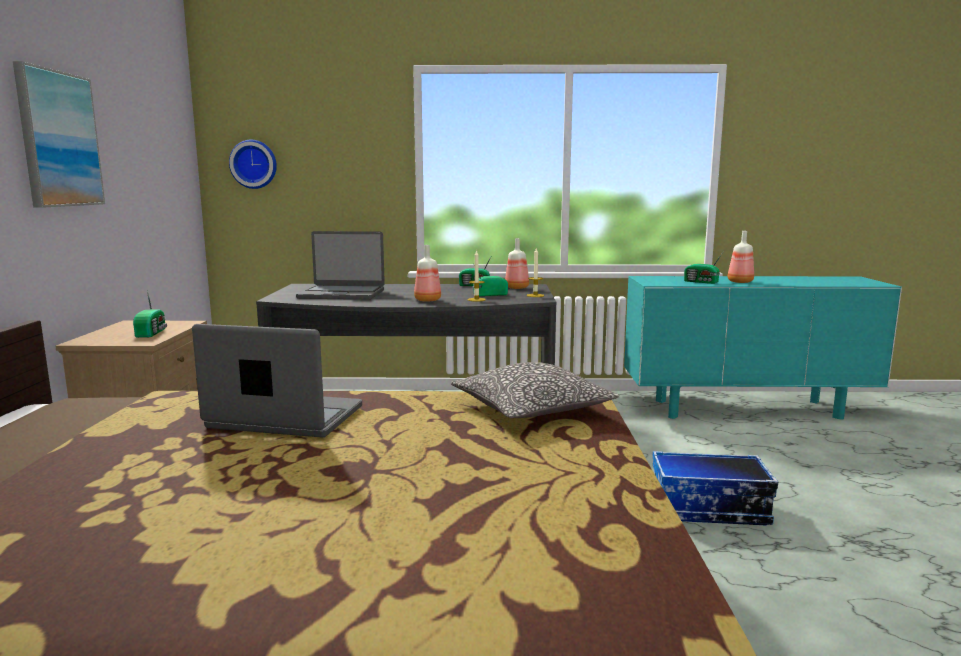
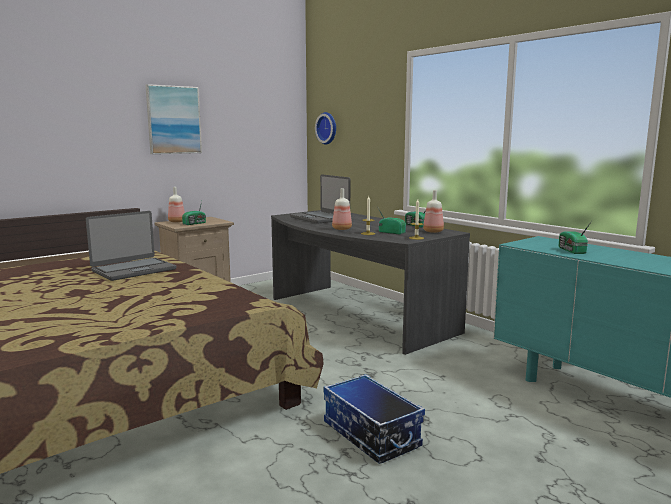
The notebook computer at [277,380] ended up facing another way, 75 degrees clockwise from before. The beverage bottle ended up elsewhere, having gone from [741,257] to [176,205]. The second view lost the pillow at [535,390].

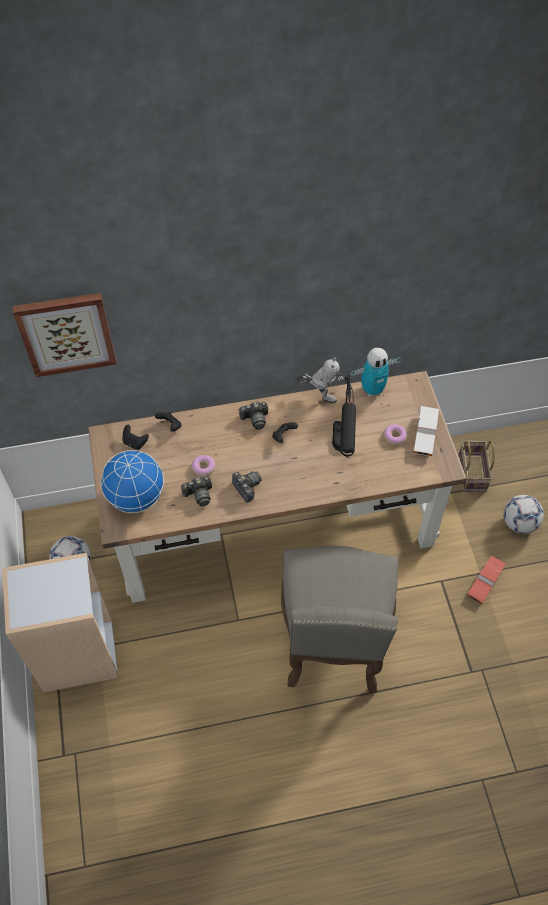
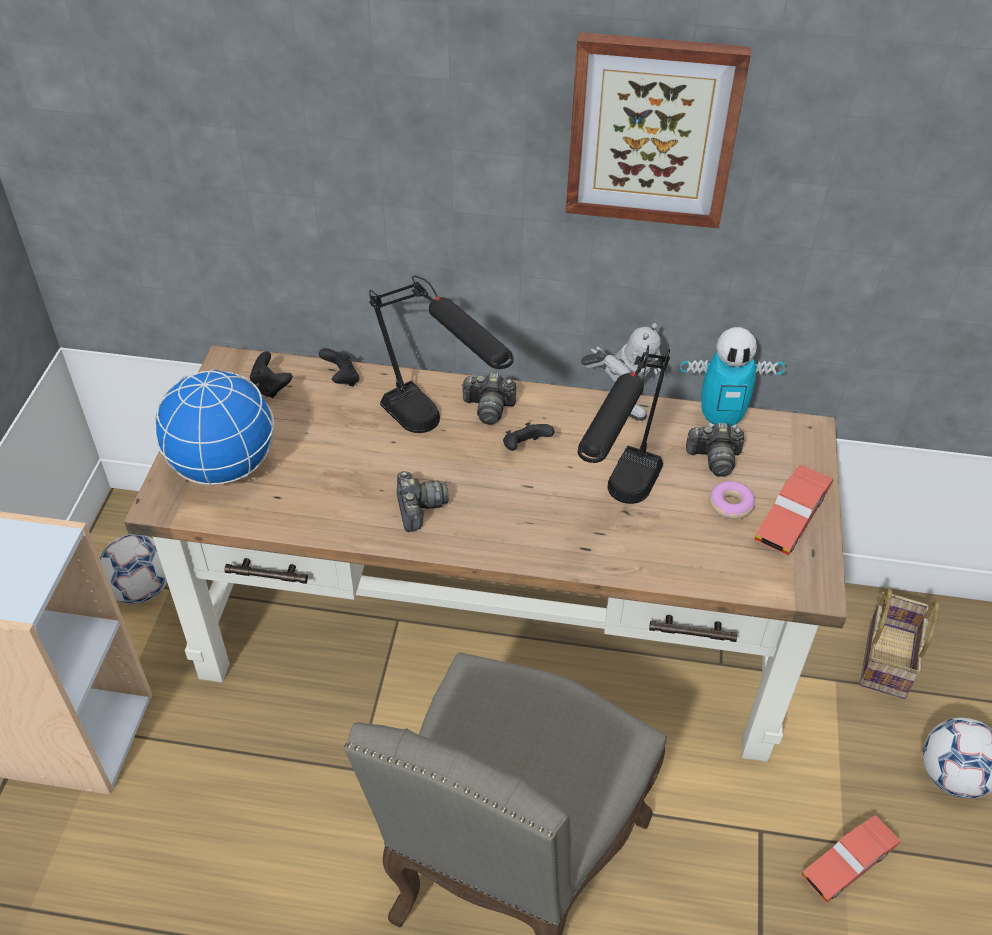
The second view gained the black tabletop lamp at [441,354]. The picture ended up elsewhere, having gone from [64,335] to [658,130]. The still camera ended up elsewhere, having gone from [196,491] to [715,450]. What was the white-coloured miniature car at [426,431] turned into the red-coloured miniature car at [793,510]. The second view lost the donut at [204,465].

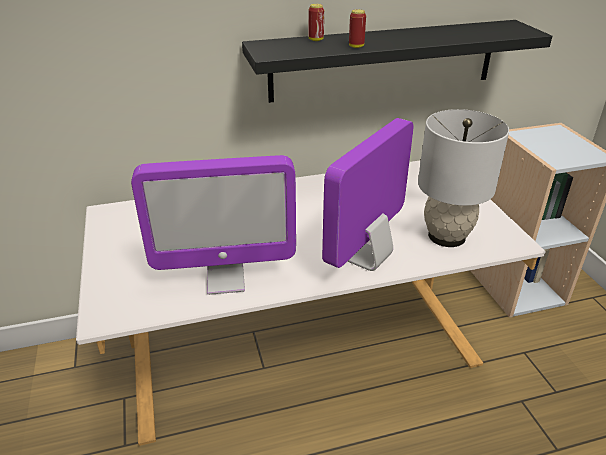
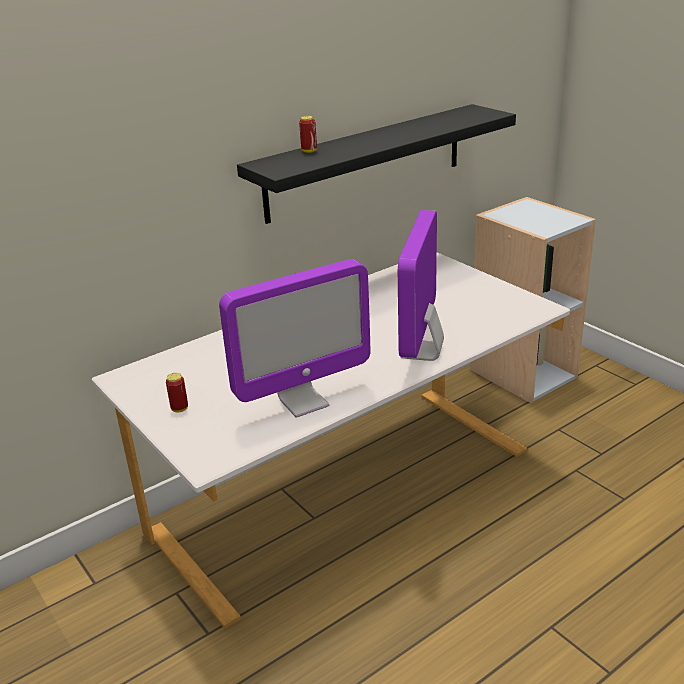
The sealed can ended up elsewhere, having gone from [357,28] to [177,393]. The second view lost the white-coloured tabletop lamp at [463,178].

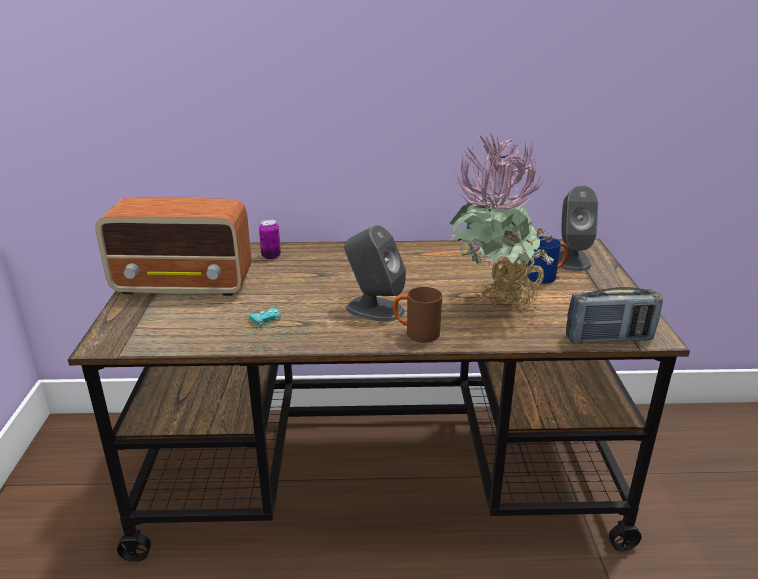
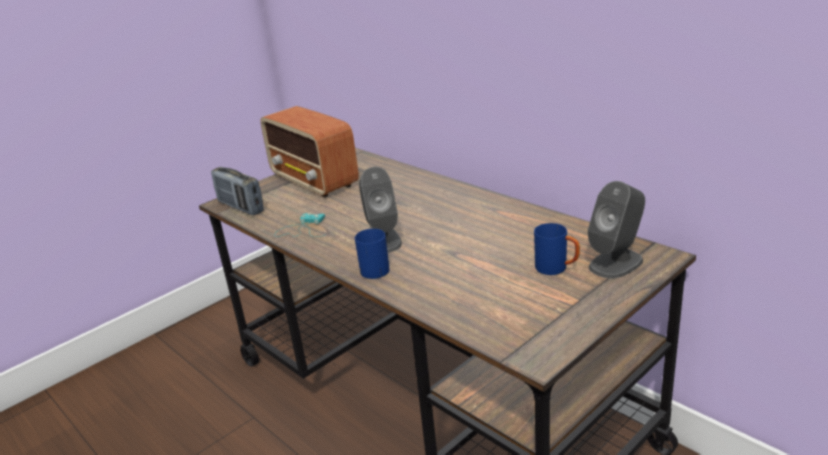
The radio ended up elsewhere, having gone from [614,315] to [237,191]. What was the brown-coloured mug at [418,315] turned into the blue mug at [372,254]. The second view lost the sealed can at [270,239]. The second view lost the potted plant at [502,223].

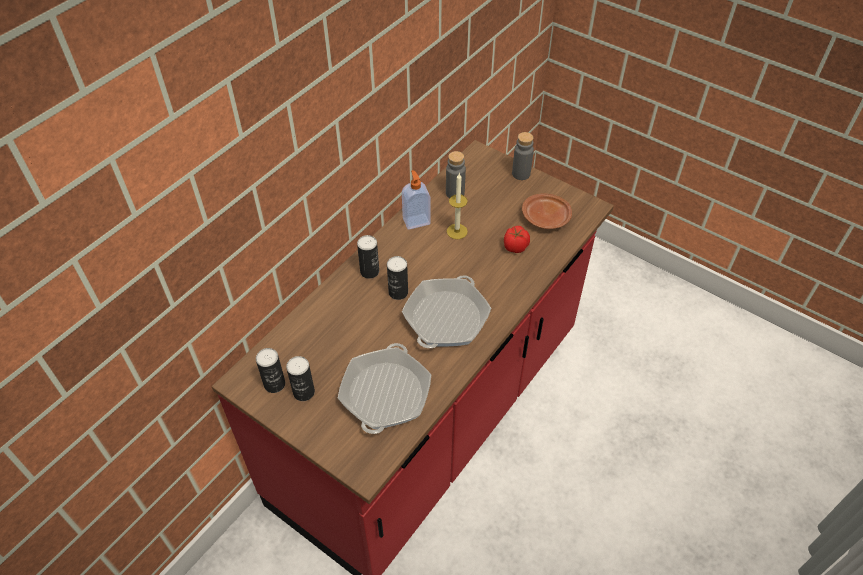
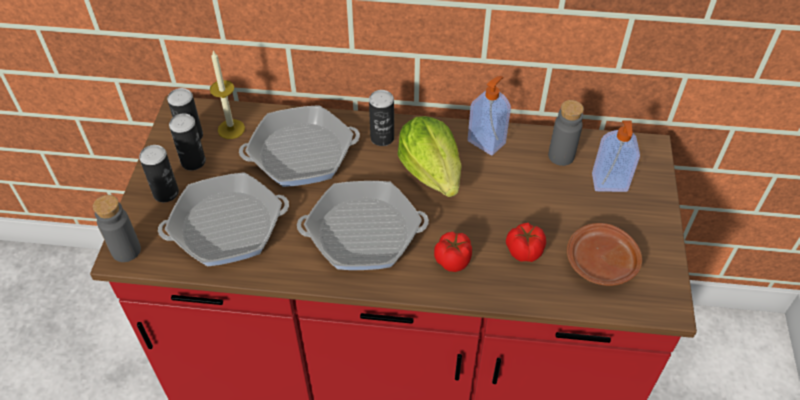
The grey beverage bottle ended up elsewhere, having gone from [523,156] to [117,228]. The sealed can ended up elsewhere, having gone from [397,278] to [159,173]. The wax light ended up elsewhere, having gone from [457,206] to [227,95]. The second view gained the skillet at [299,146]. The second view gained the lettuce head at [430,156]. The second view gained the tomato at [453,252]. The second view gained the liquid soap bottle at [616,156].

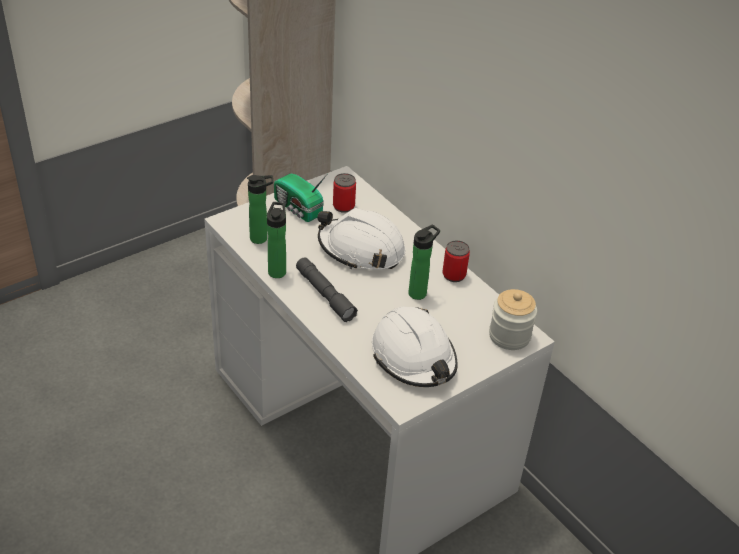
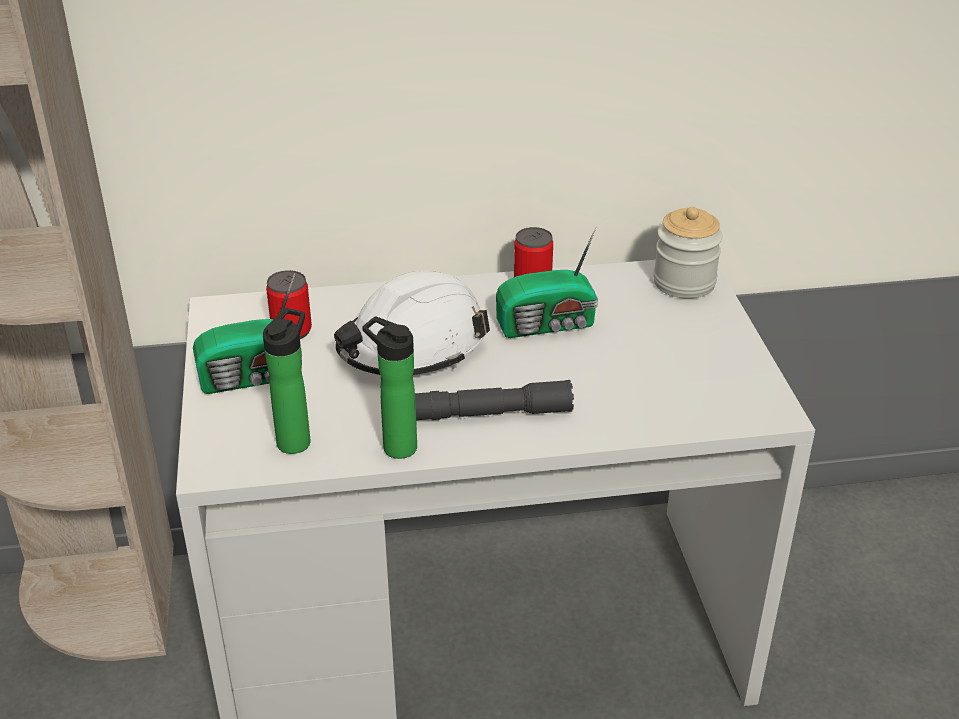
Where the beverage bottle stood at [424,262], the radio came to stand at [547,282]. The second view lost the white-coloured work helmet at [415,347].

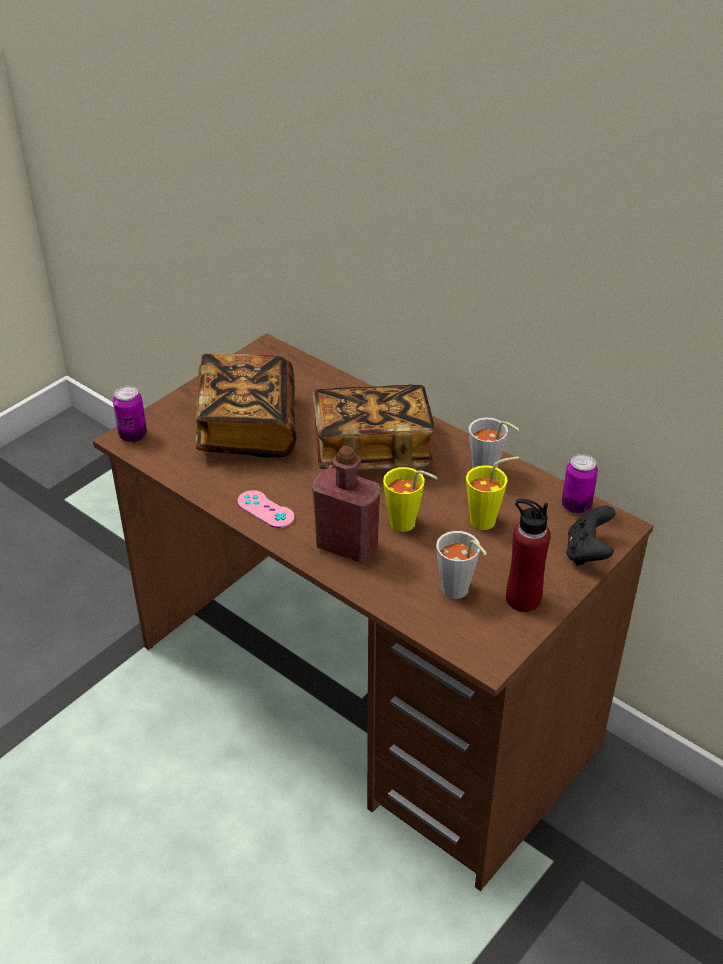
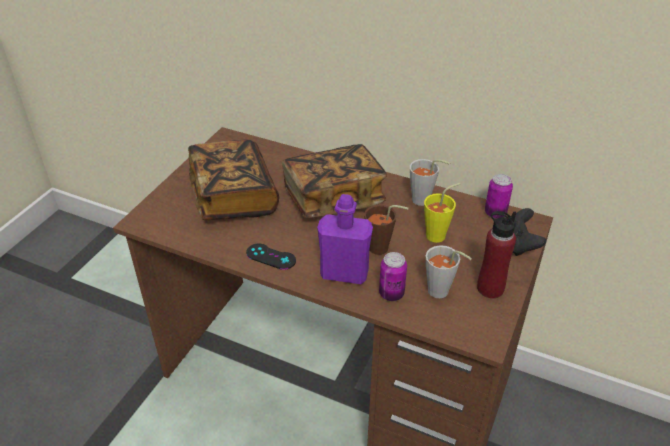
What was the pinkish gamepad at [266,509] turned into the black gamepad at [271,257]. What was the red-coloured beverage bottle at [346,504] turned into the purple-coloured beverage bottle at [345,239]. What was the yellowish small cup at [410,499] turned into the brown-coloured small cup at [386,230]. The sealed can ended up elsewhere, having gone from [130,414] to [393,276].

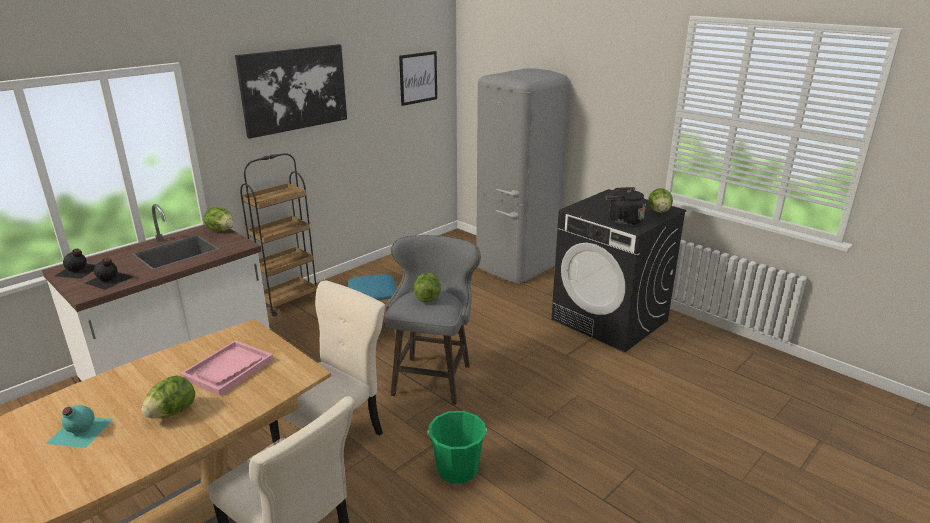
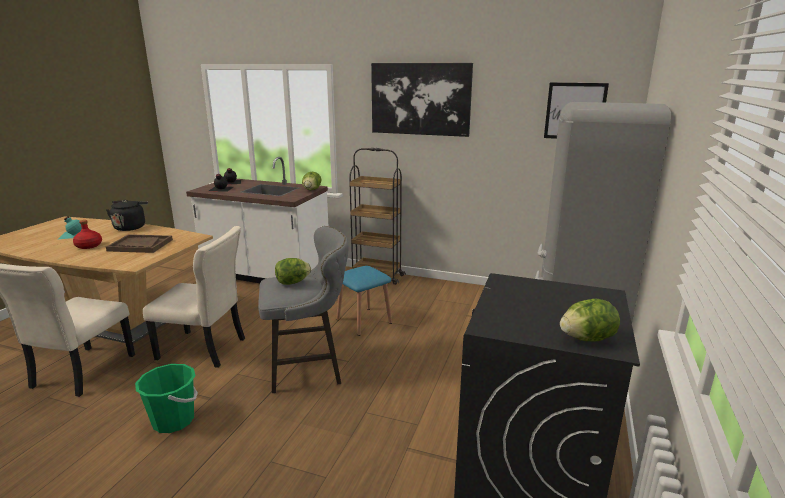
Where the lettuce head stood at [168,397], the red-coloured beverage bottle came to stand at [87,234]. The black kettle ended up elsewhere, having gone from [625,206] to [127,215]. What was the pinkish serving tray at [226,368] turned into the brown-coloured serving tray at [139,243].

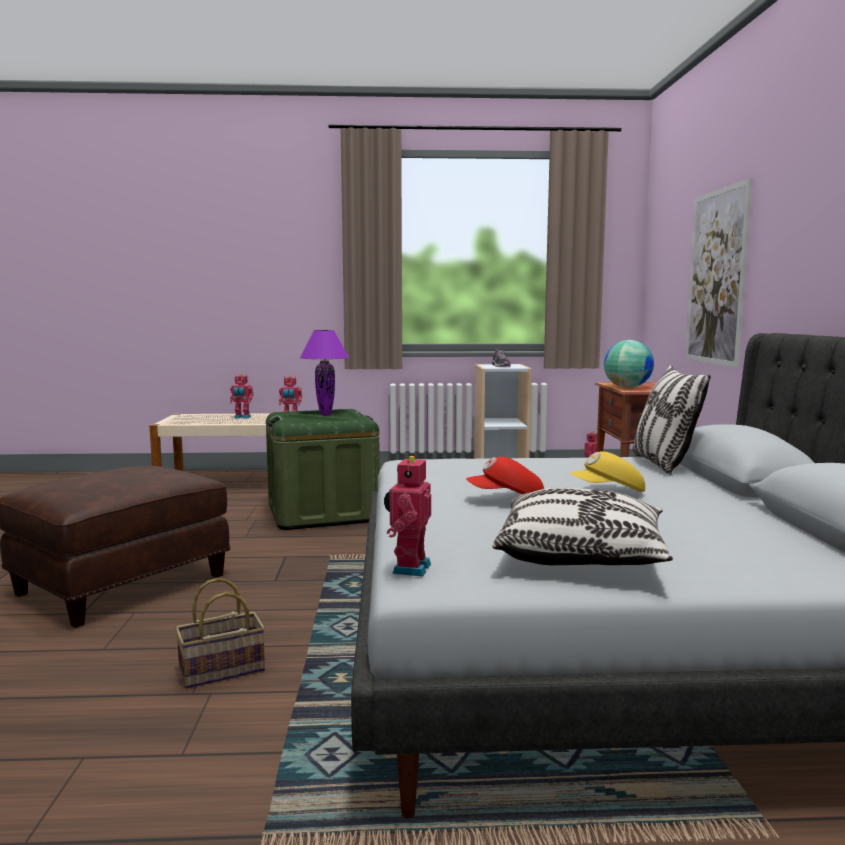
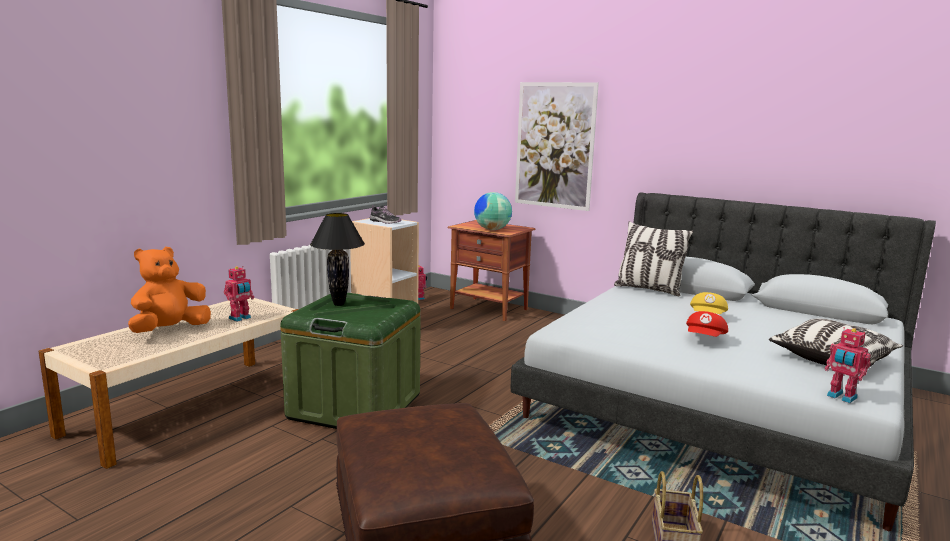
Where the robot figure stood at [241,396], the orange soft toy came to stand at [169,290]. What was the purple-coloured tabletop lamp at [324,372] turned into the black tabletop lamp at [337,259].

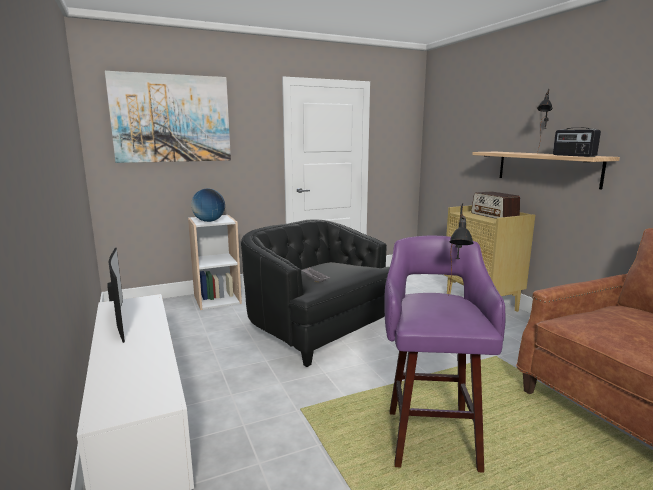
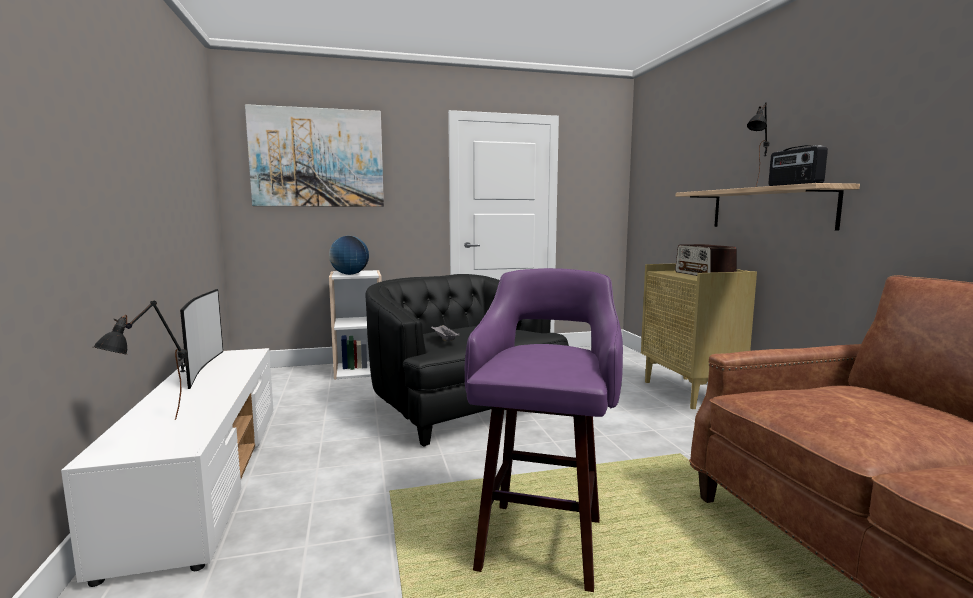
The black tabletop lamp ended up elsewhere, having gone from [460,249] to [141,359].

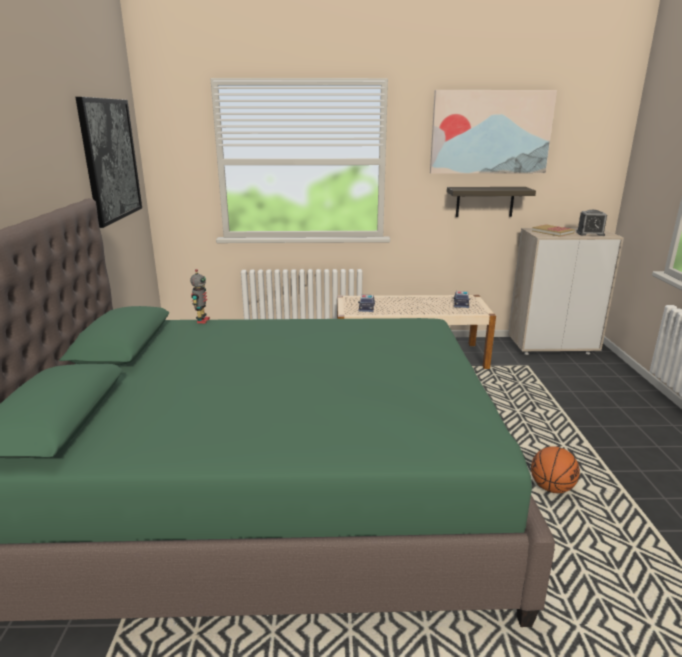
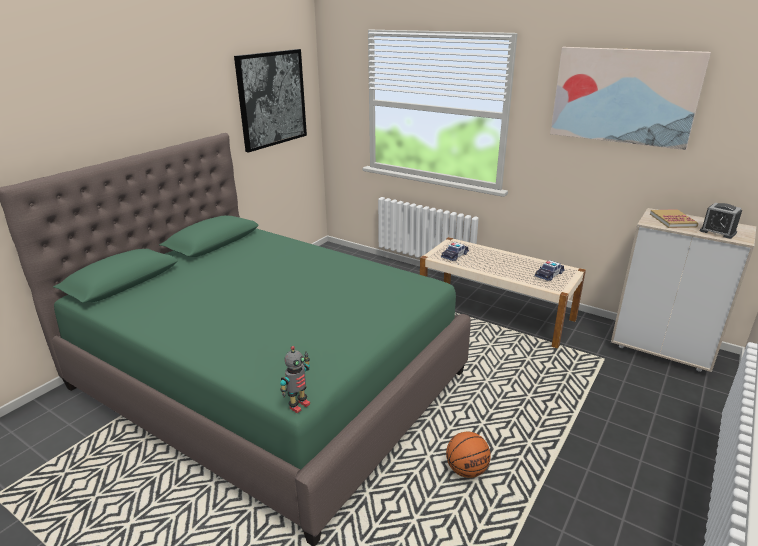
The robot figure ended up elsewhere, having gone from [200,296] to [295,379]. The second view lost the bracket shelf at [491,202].

